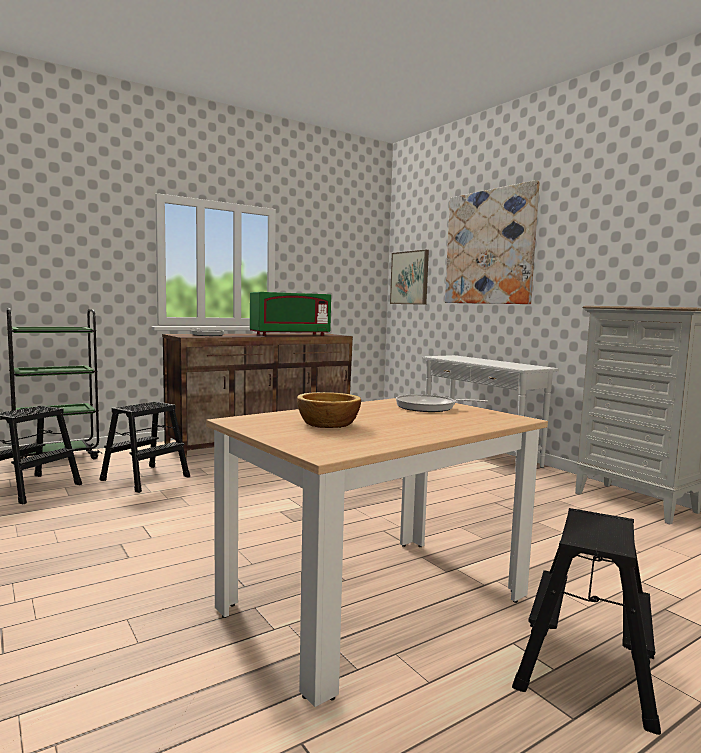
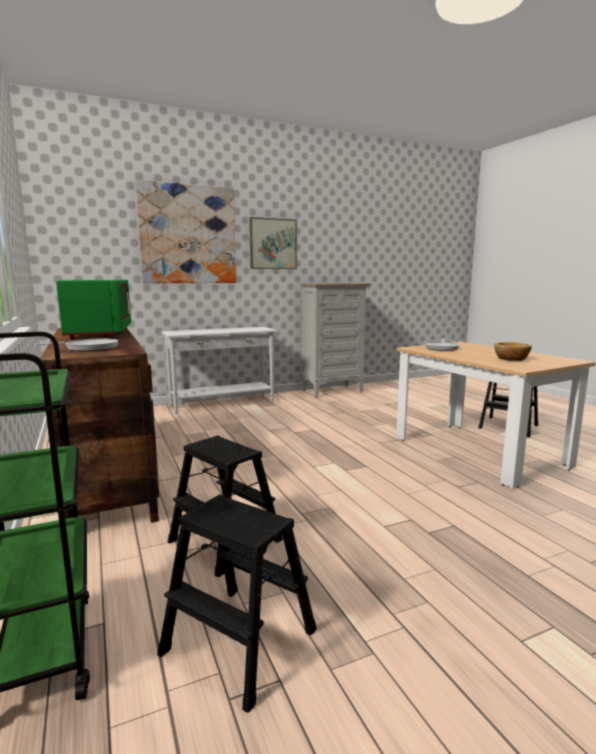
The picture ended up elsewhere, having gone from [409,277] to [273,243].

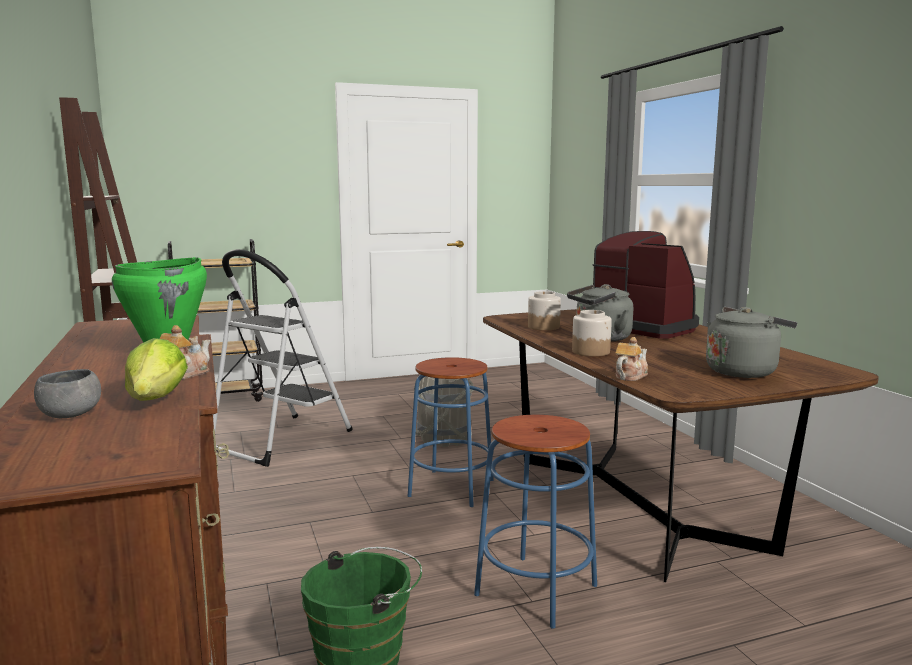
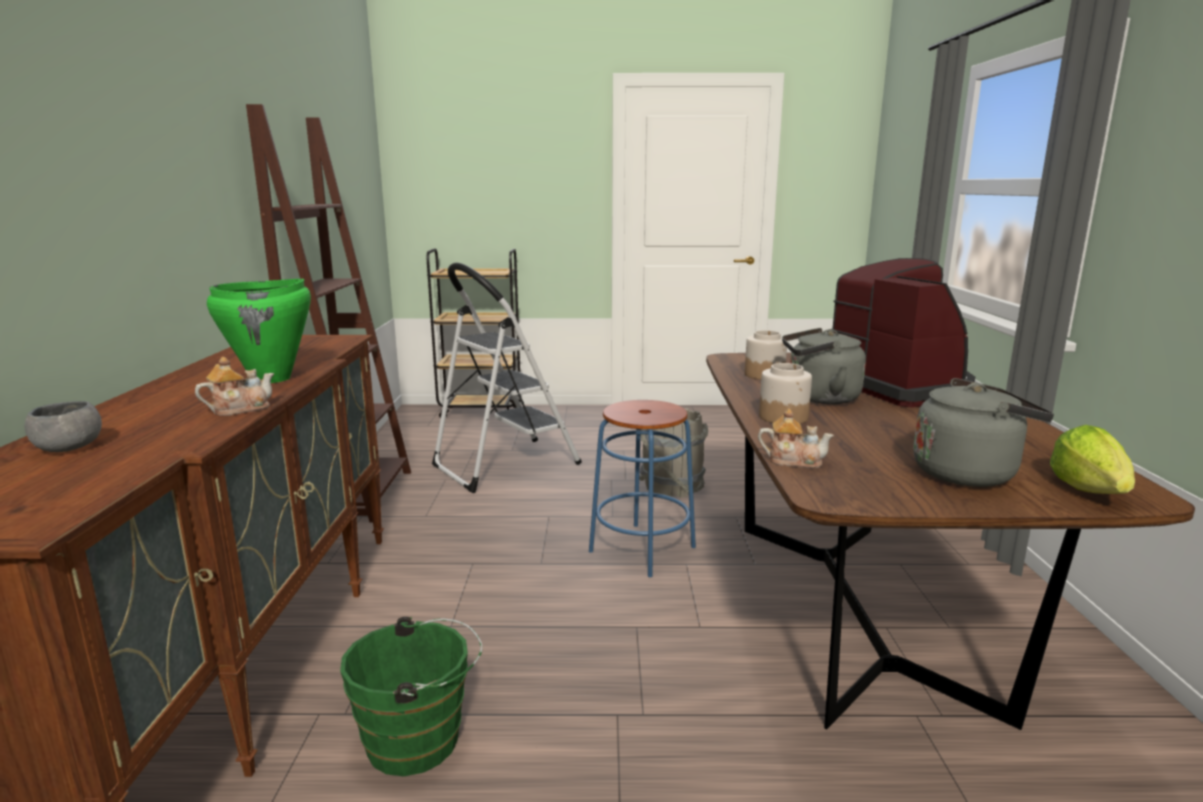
The pot for tea at [631,359] ended up facing another way, 45 degrees clockwise from before. The lettuce head ended up elsewhere, having gone from [156,369] to [1092,459]. The second view lost the blue stool seat at [535,522].

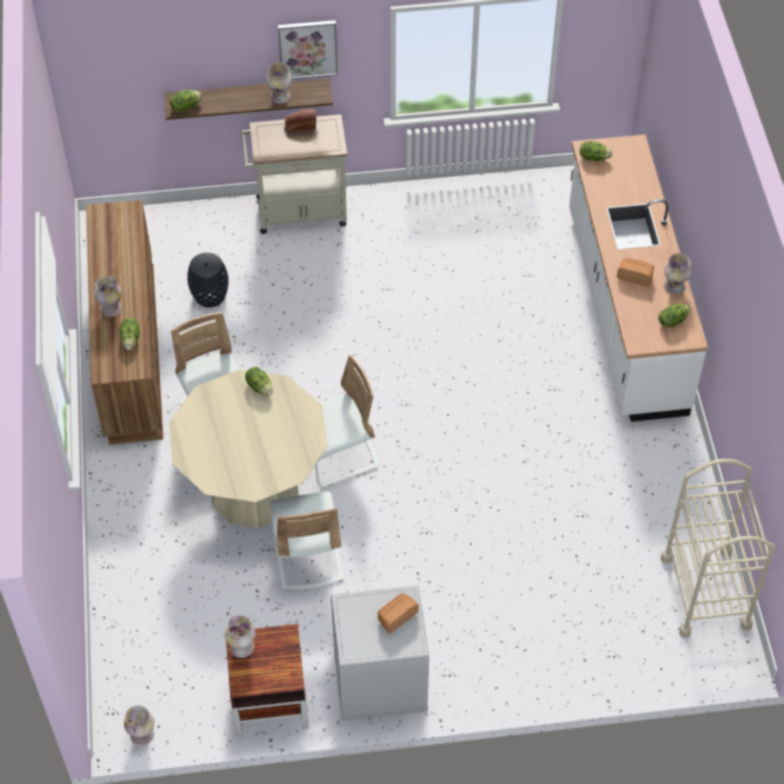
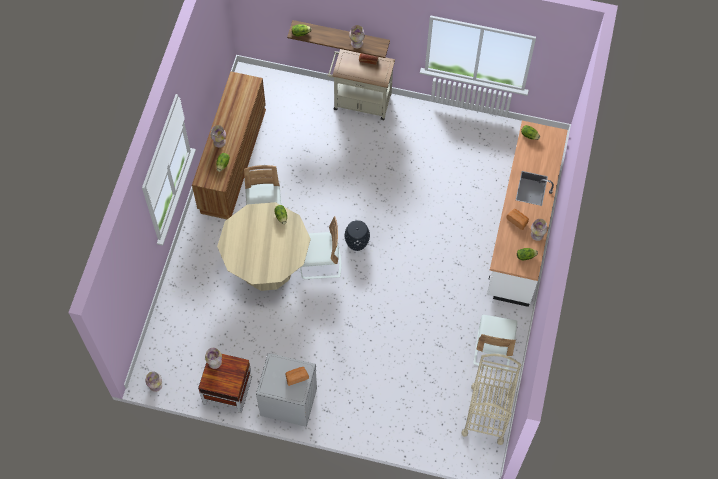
The black stool seat ended up elsewhere, having gone from [208,280] to [357,235]. The white-coloured upright chair ended up elsewhere, having gone from [307,540] to [495,342]. The second view lost the picture at [308,49].

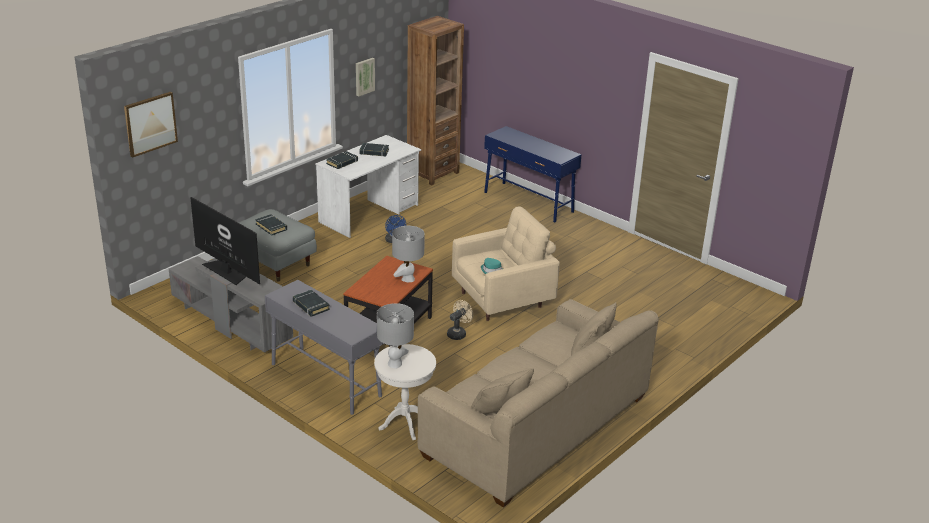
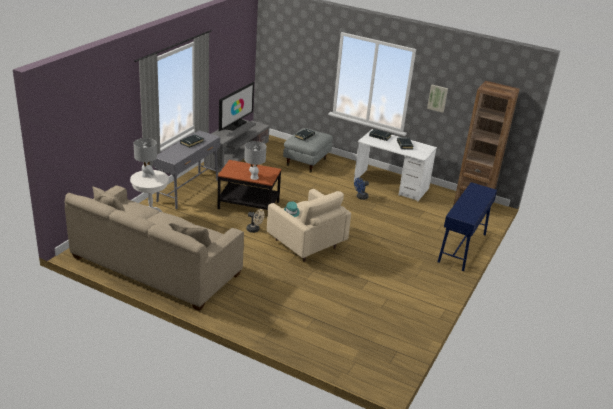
The second view lost the picture at [151,124].

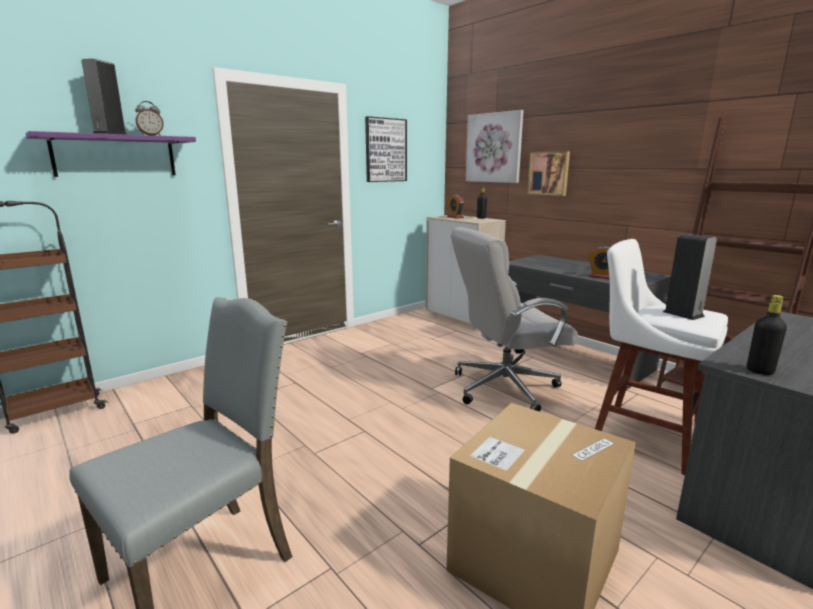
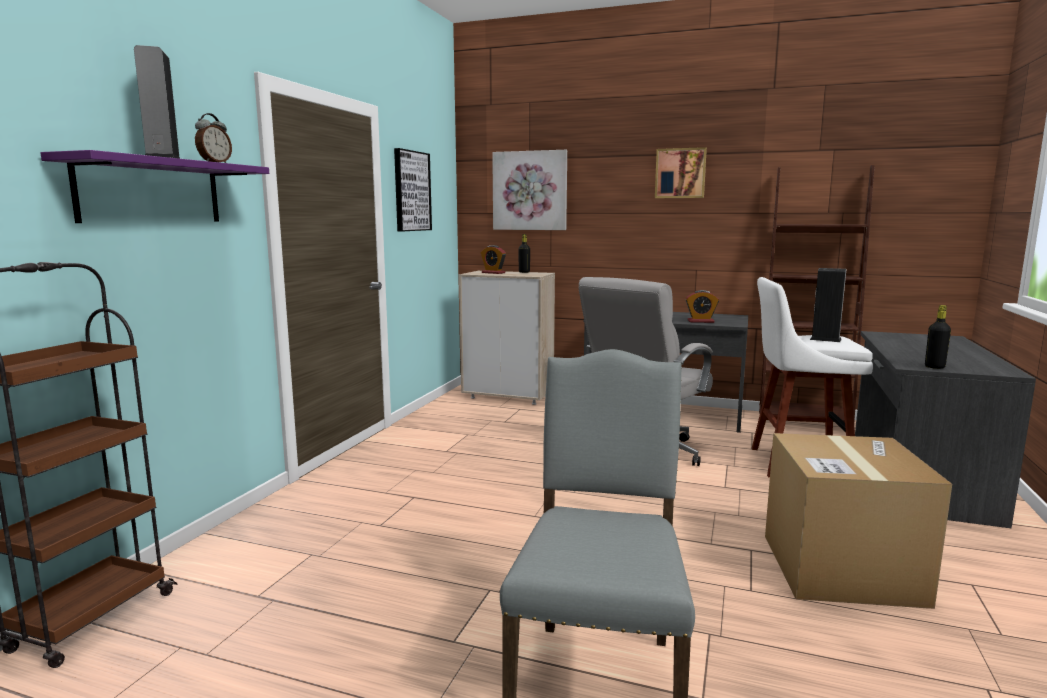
The picture ended up elsewhere, having gone from [548,173] to [681,172].

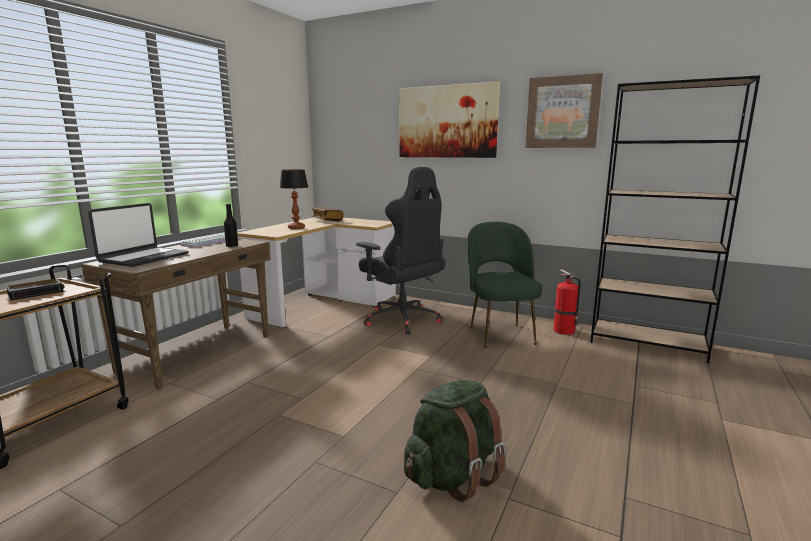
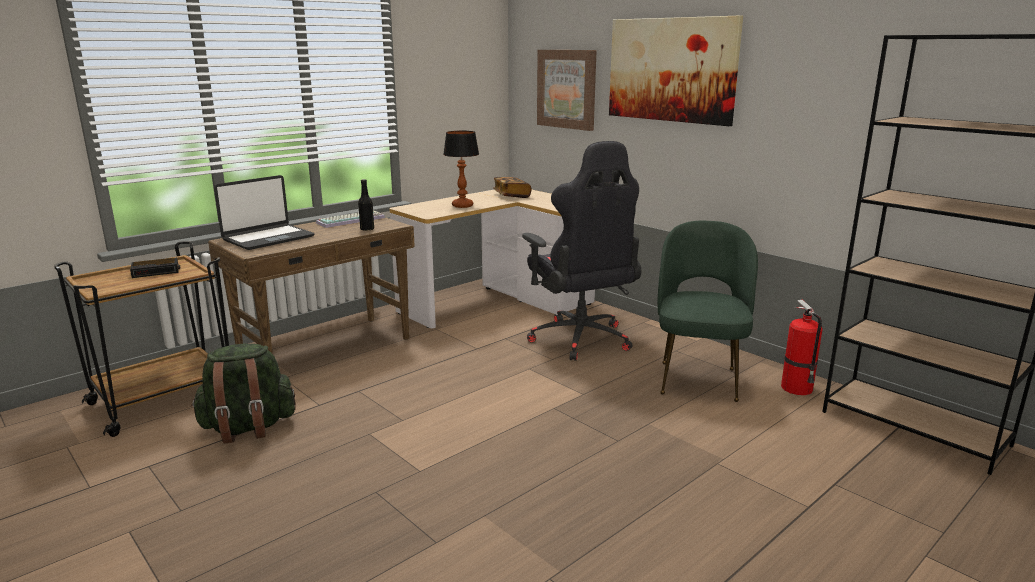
The greenish backpack ended up elsewhere, having gone from [455,441] to [243,394]. The picture ended up elsewhere, having gone from [564,110] to [567,90].

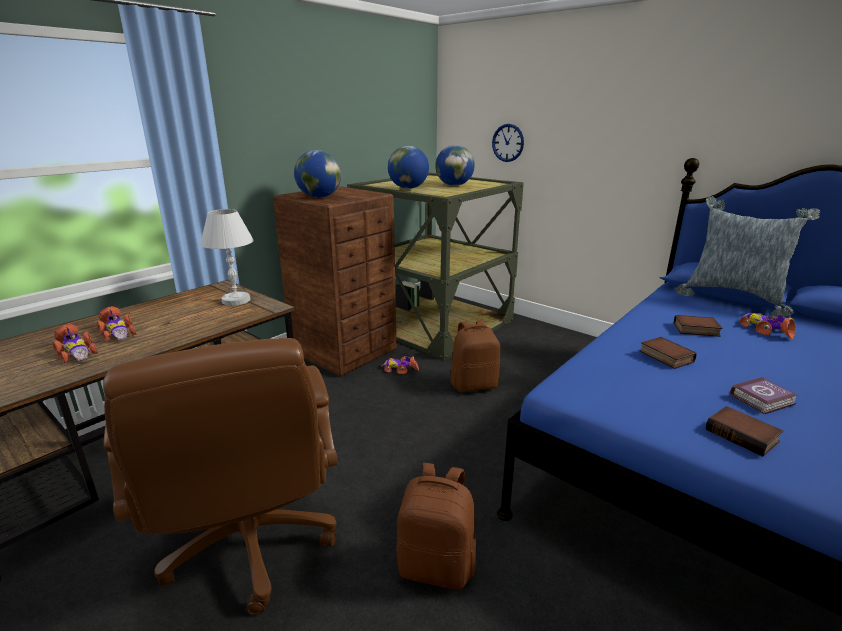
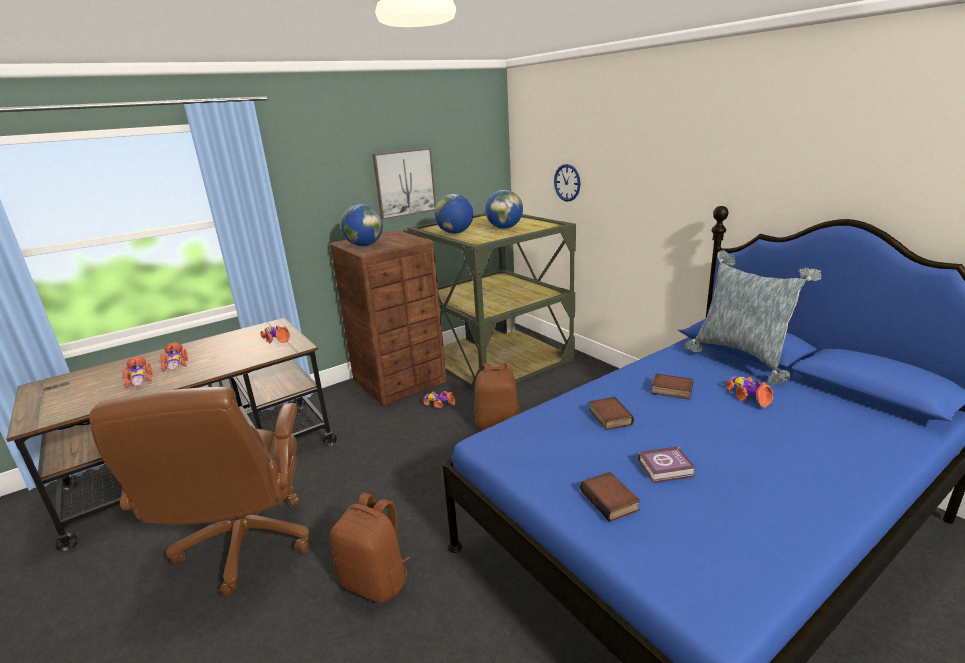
Where the white-coloured tabletop lamp stood at [227,257], the miniature car came to stand at [275,334]. The second view gained the picture at [404,184].

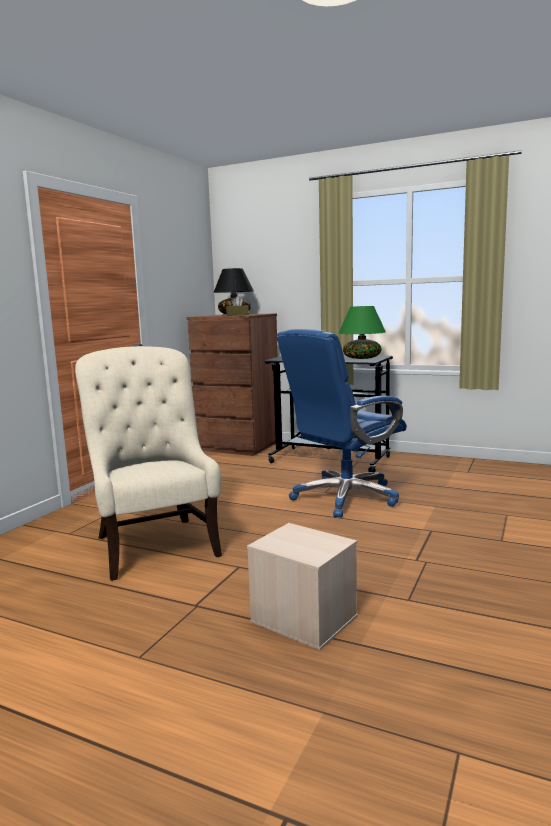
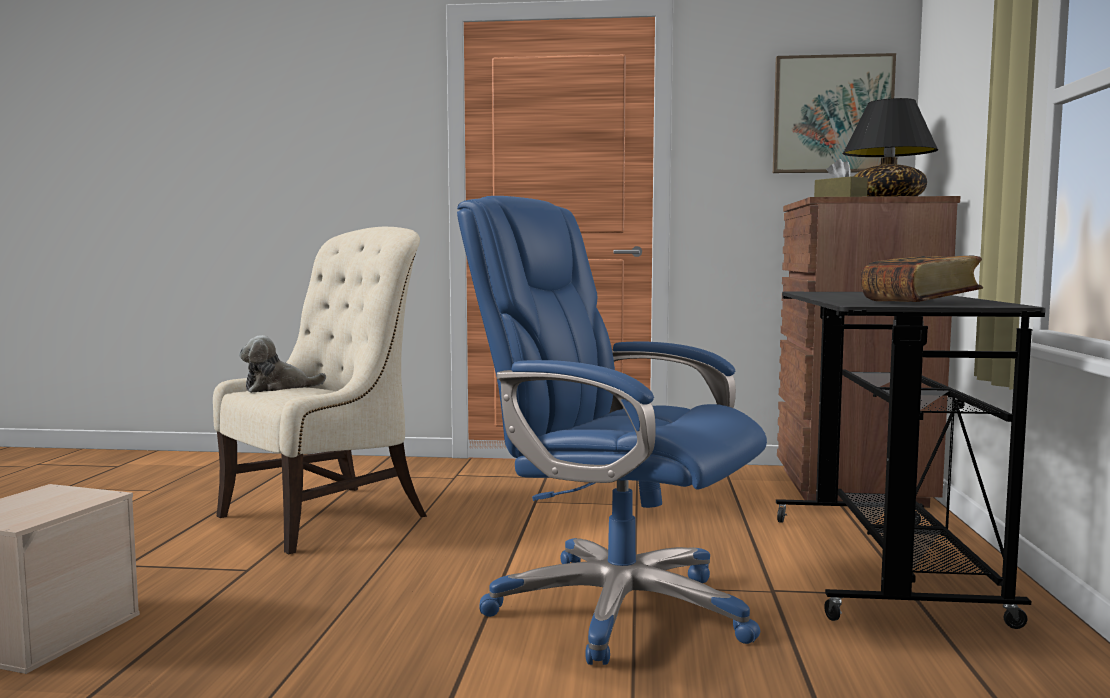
The second view gained the soft toy at [282,364]. The second view gained the picture at [834,113]. Where the greenish tabletop lamp stood at [362,332], the bound book came to stand at [922,278].

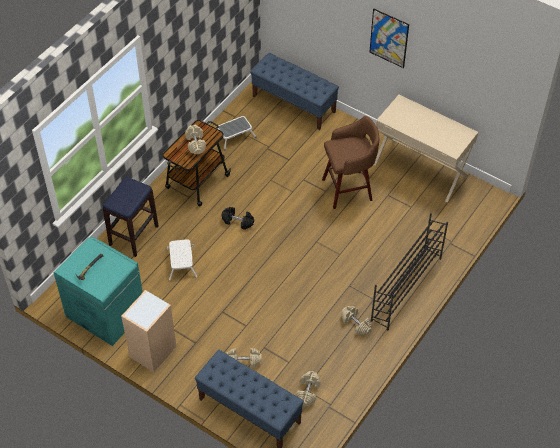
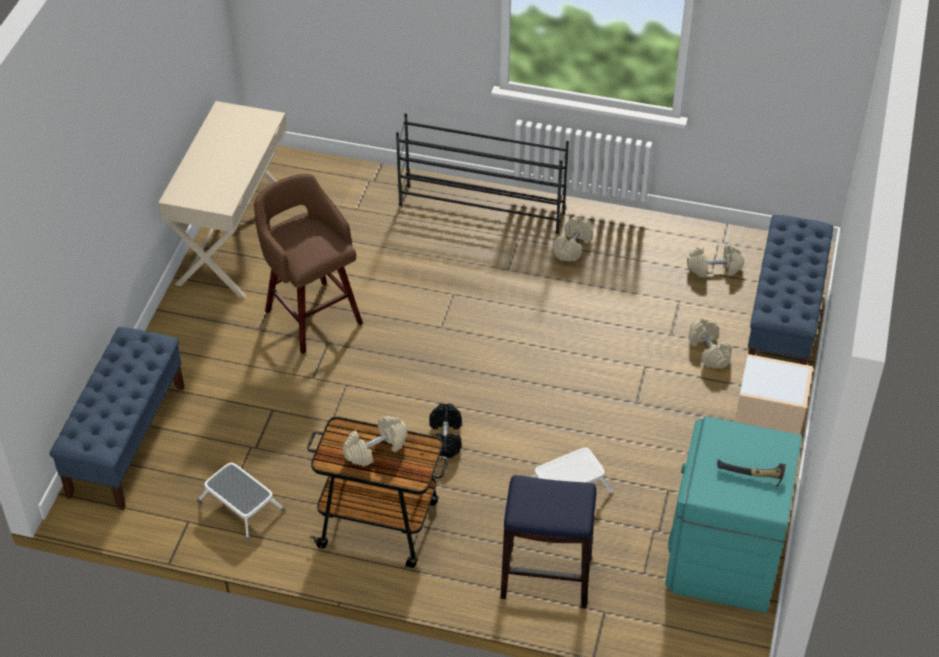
The second view lost the picture at [389,38].

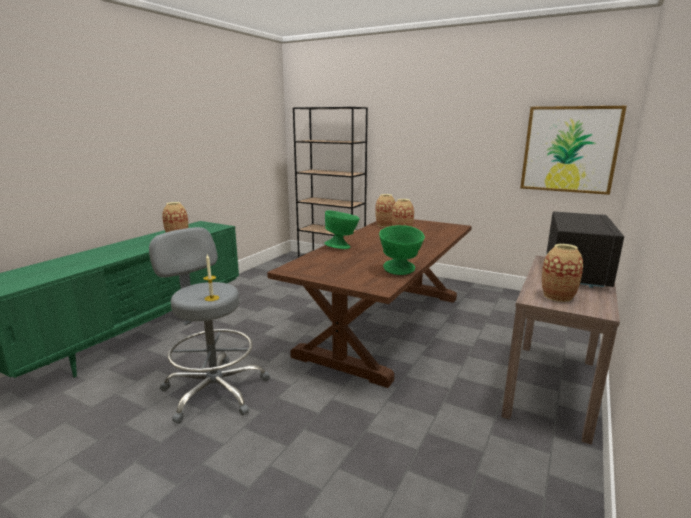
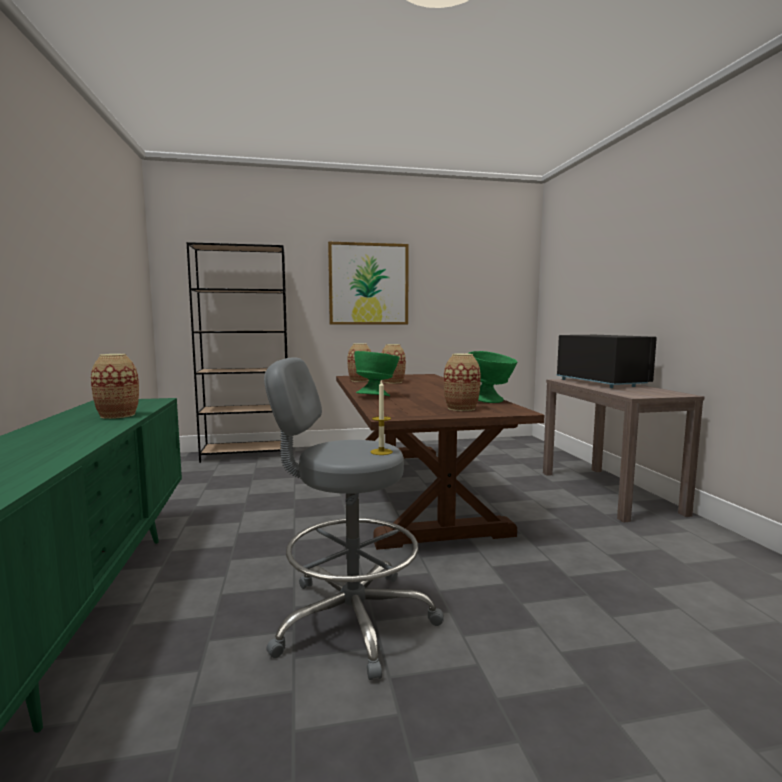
The picture ended up elsewhere, having gone from [573,150] to [368,282]. The decorative vase ended up elsewhere, having gone from [562,273] to [462,382].

